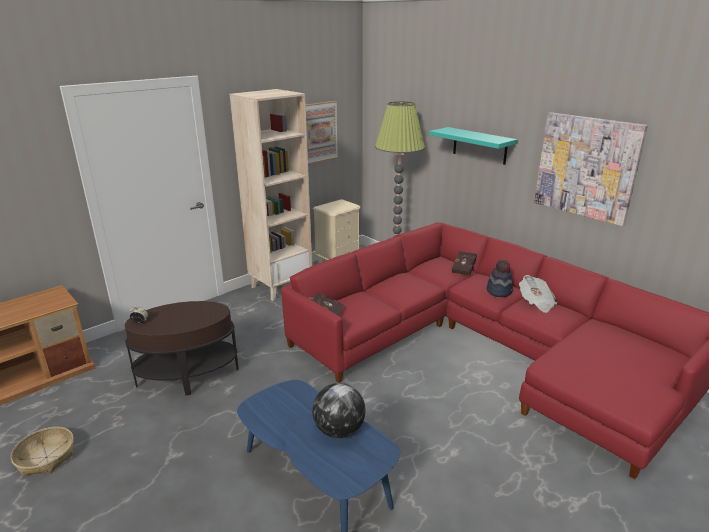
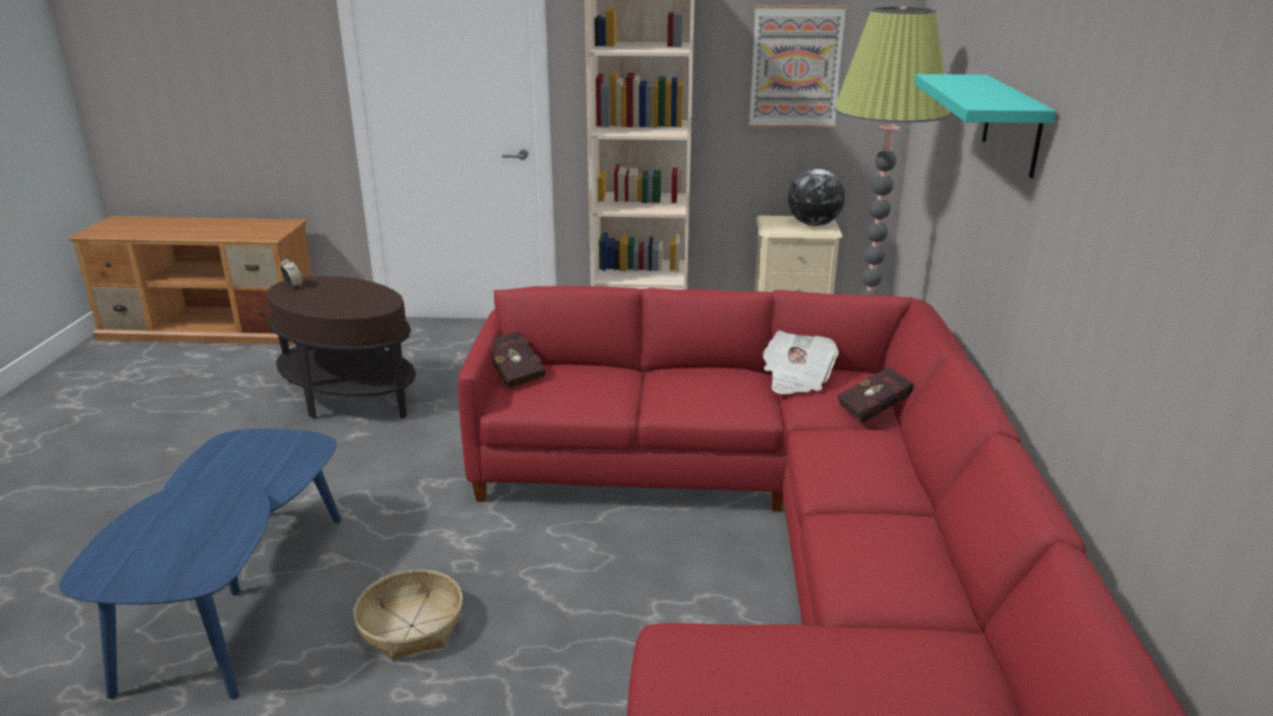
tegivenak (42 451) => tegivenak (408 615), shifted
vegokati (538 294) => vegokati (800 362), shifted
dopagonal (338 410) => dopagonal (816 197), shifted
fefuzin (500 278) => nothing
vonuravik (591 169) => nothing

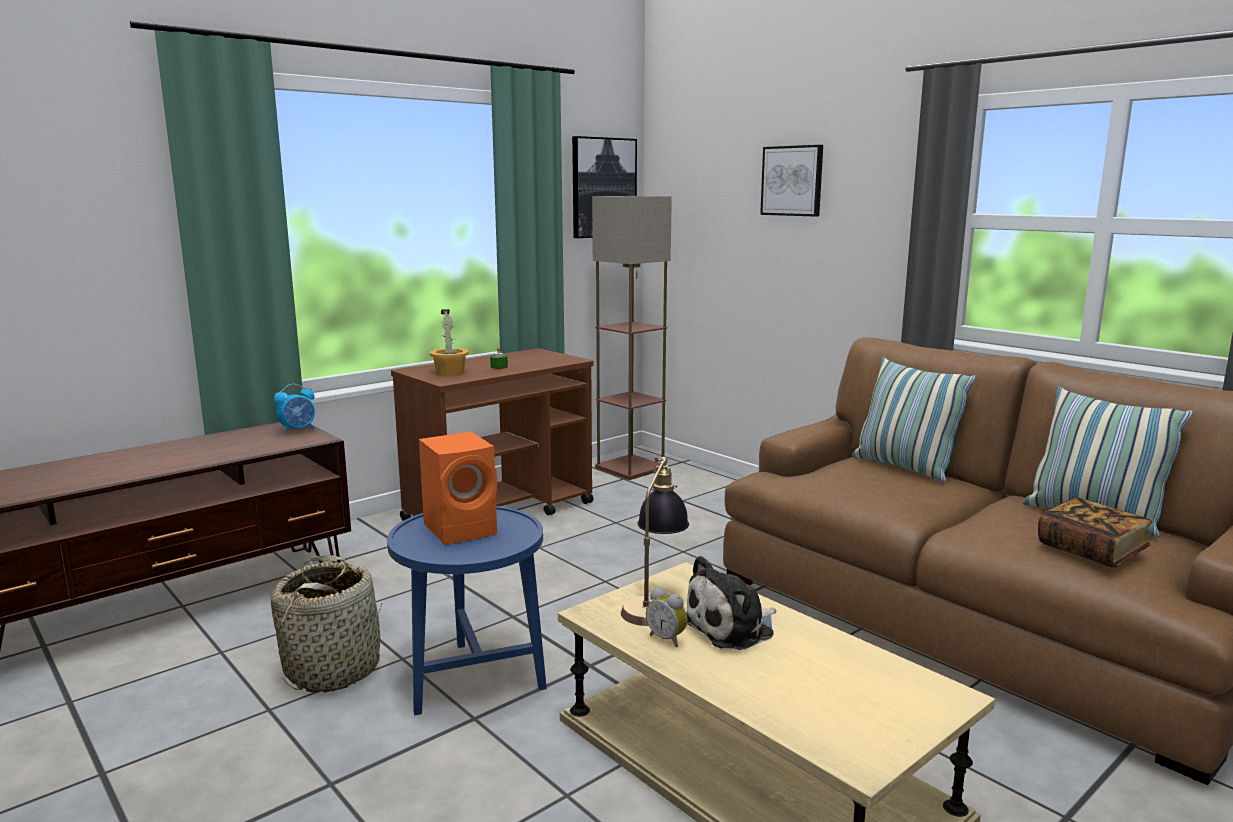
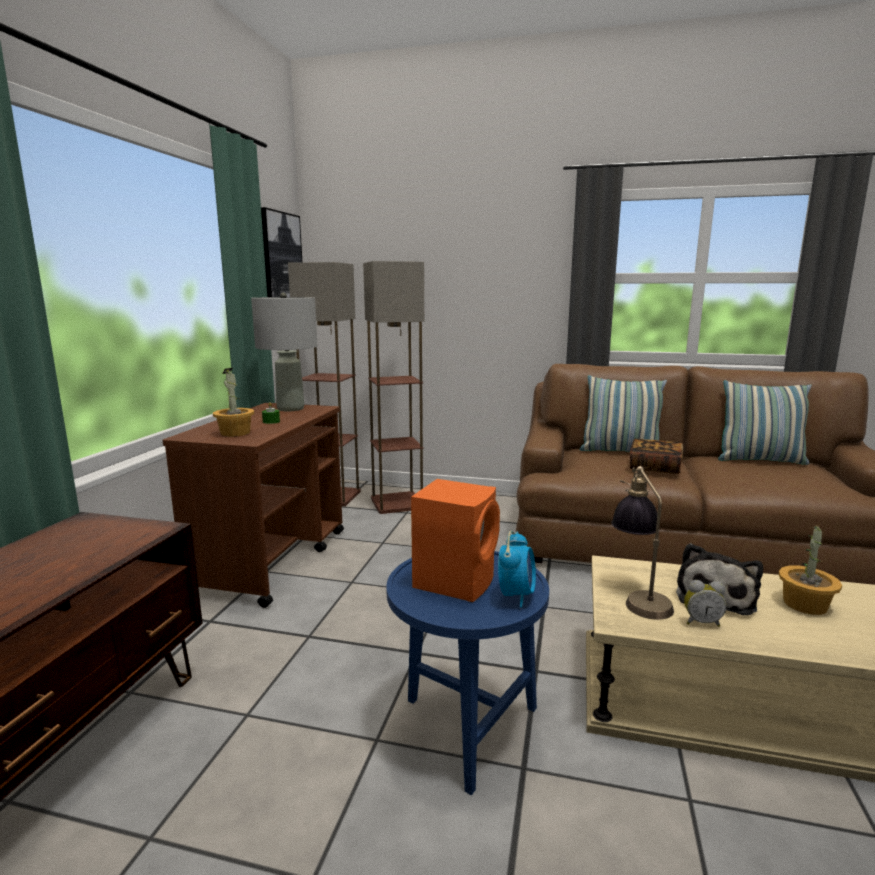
nothing => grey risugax (284 352)
nothing => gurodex (393 387)
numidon (294 409) => numidon (517 569), shifted
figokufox (1095 532) => figokufox (656 456), shifted
nothing => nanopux (810 570)
tegivenak (326 623) => nothing
vonuravik (791 181) => nothing

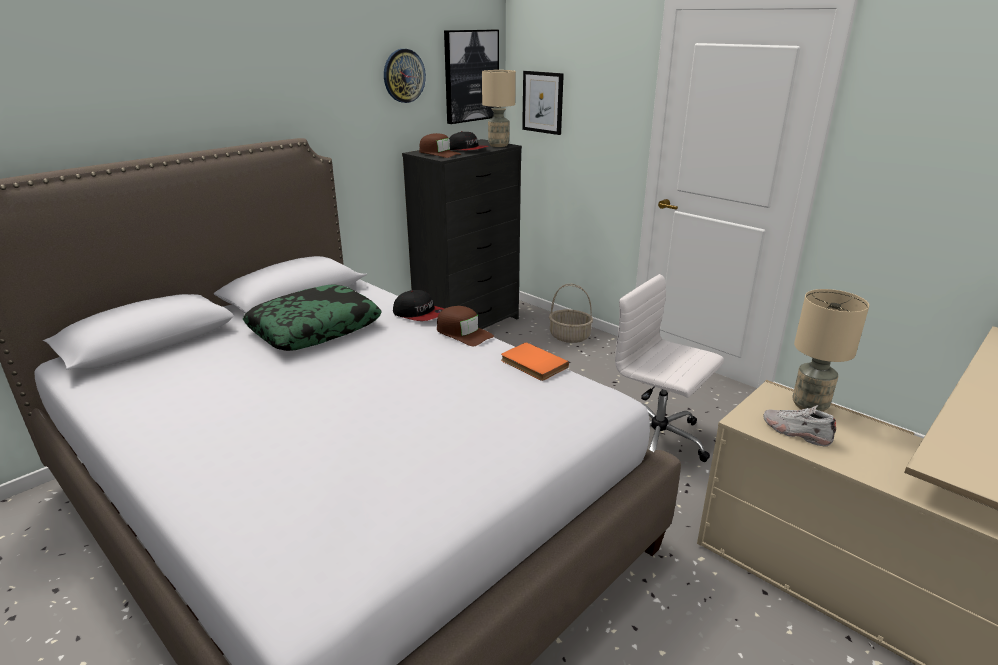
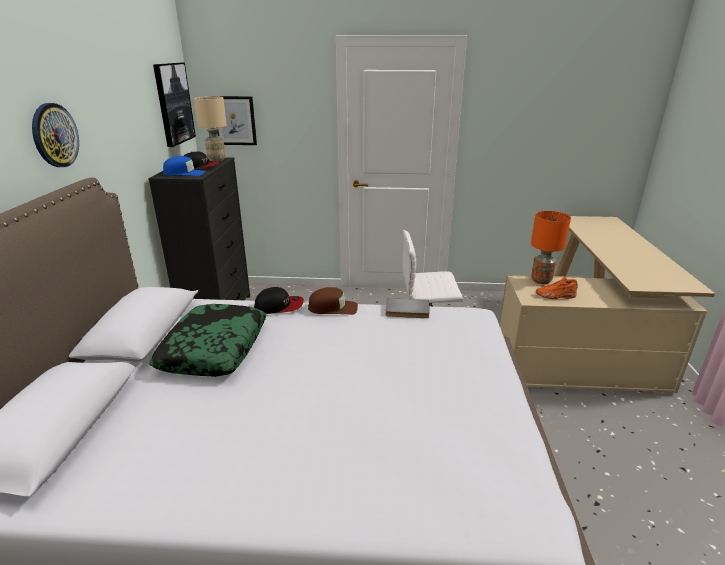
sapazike (405 76) => sapazike (55 135), shifted
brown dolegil (440 145) => blue dolegil (184 166)
orange figokufox (535 361) => grey figokufox (408 308)
beige risugax (830 350) => orange risugax (551 247)
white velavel (799 426) => orange velavel (557 287)
tegivenak (571 313) => nothing

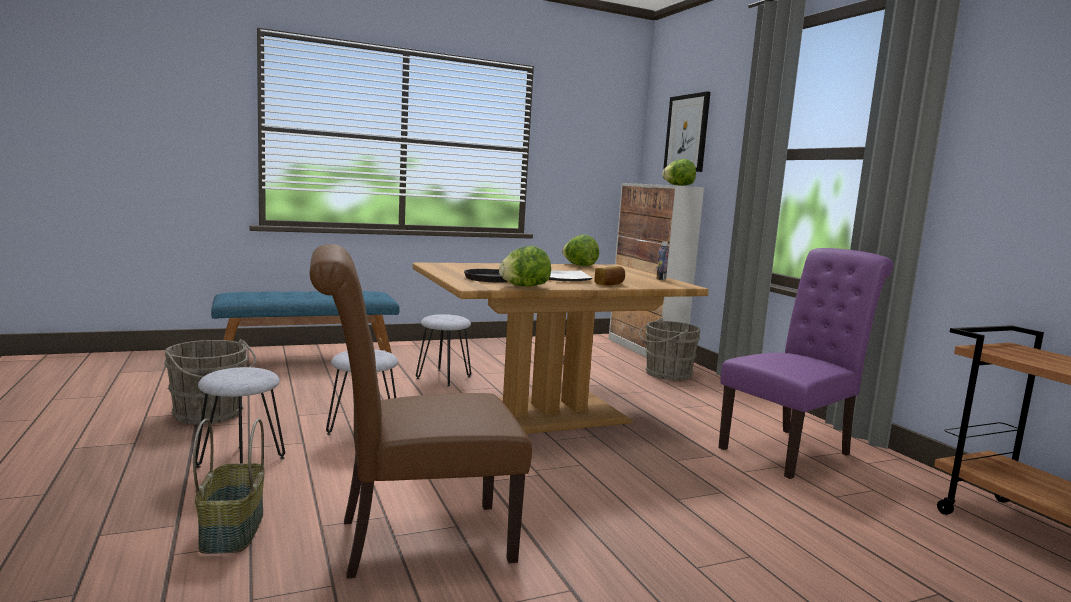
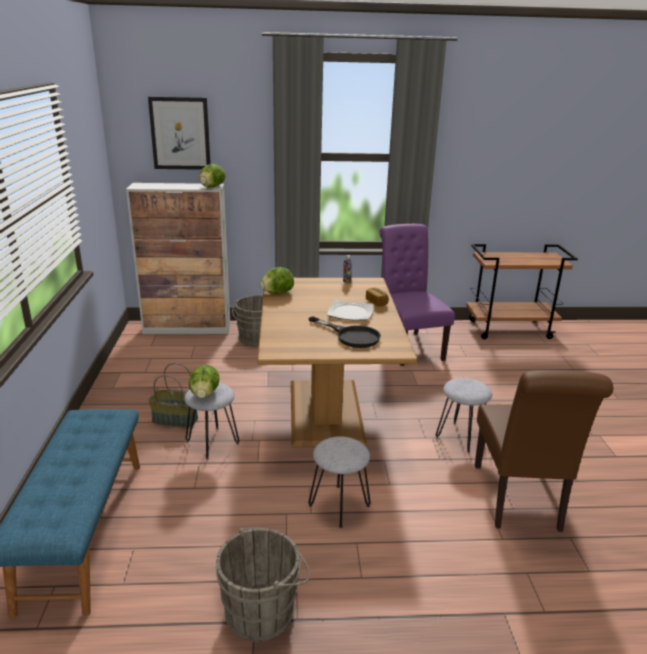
tegivenak (229 486) => tegivenak (173 395), shifted
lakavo (525 266) => lakavo (204 382), shifted
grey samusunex (240 417) => grey samusunex (464 415), shifted

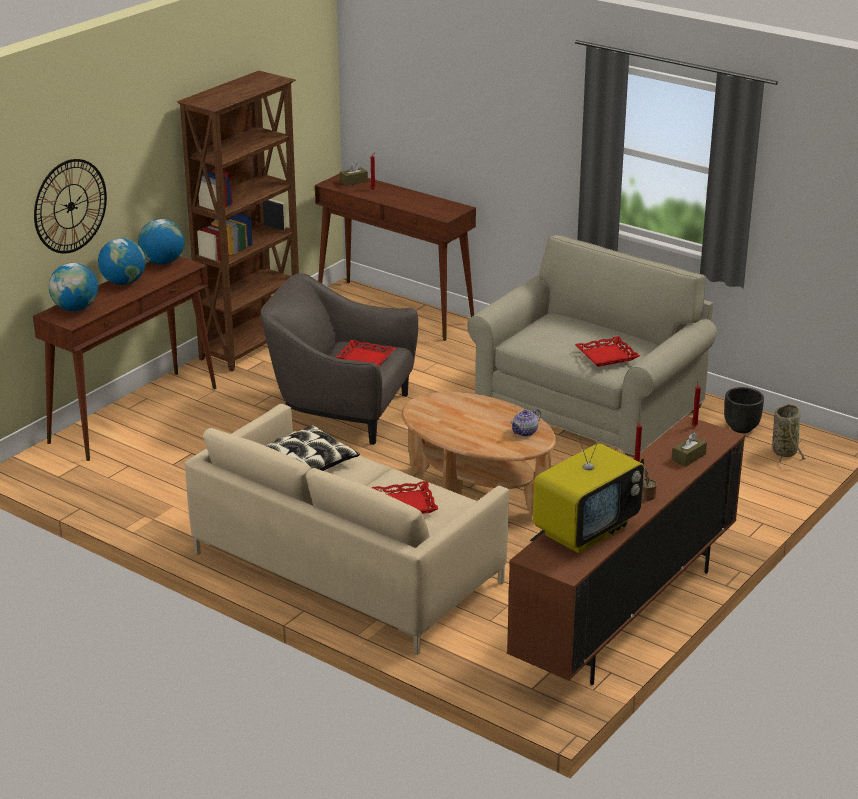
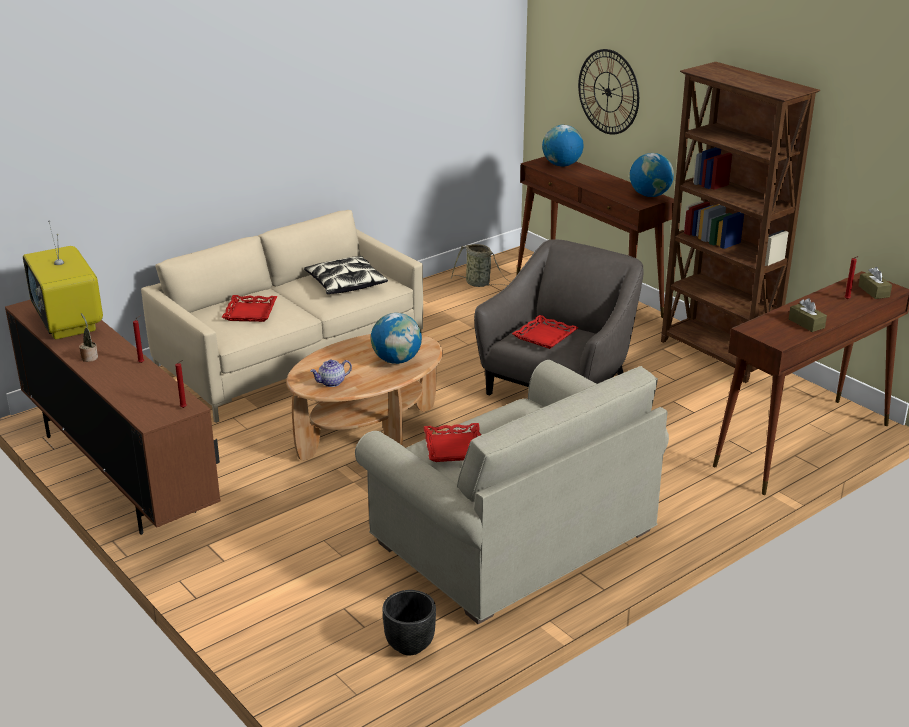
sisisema (525 422) => sisisema (331 373), 90 degrees counterclockwise
dopagonal (122 261) => dopagonal (396 338), shifted
tegivenak (789 434) => tegivenak (480 265), shifted
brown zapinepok (689 449) => brown zapinepok (808 315), shifted

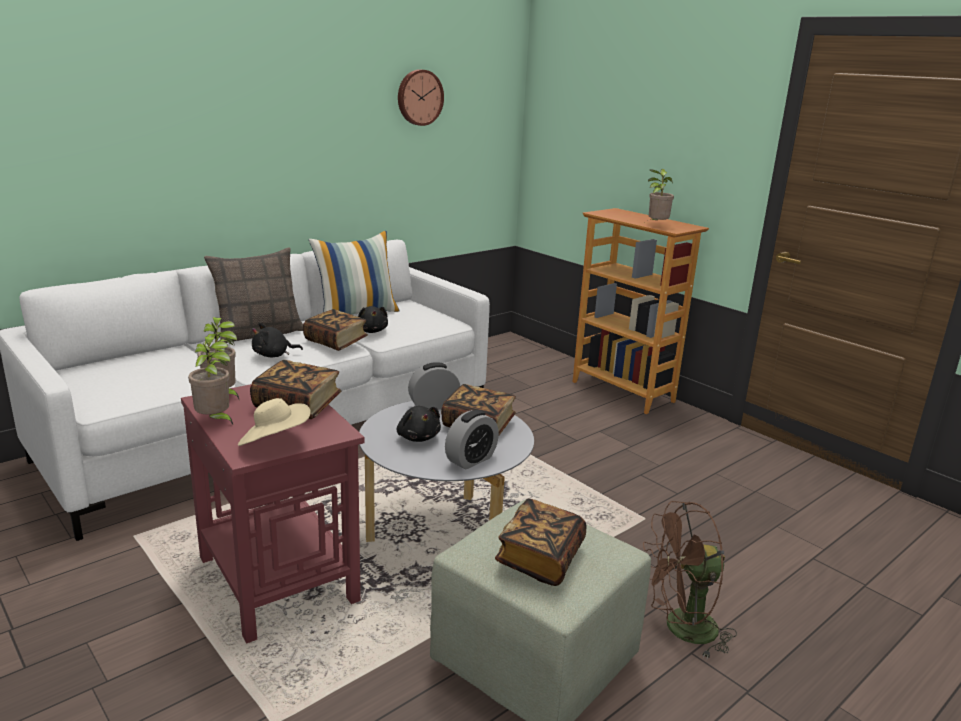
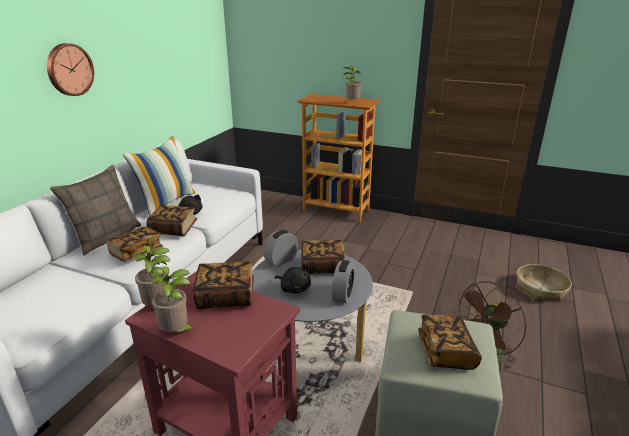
sapazike (421 97) => sapazike (70 69), shifted
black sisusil (277 340) => figokufox (134 244)
nothing => tegivenak (544 283)
beige fefuzin (274 422) => nothing

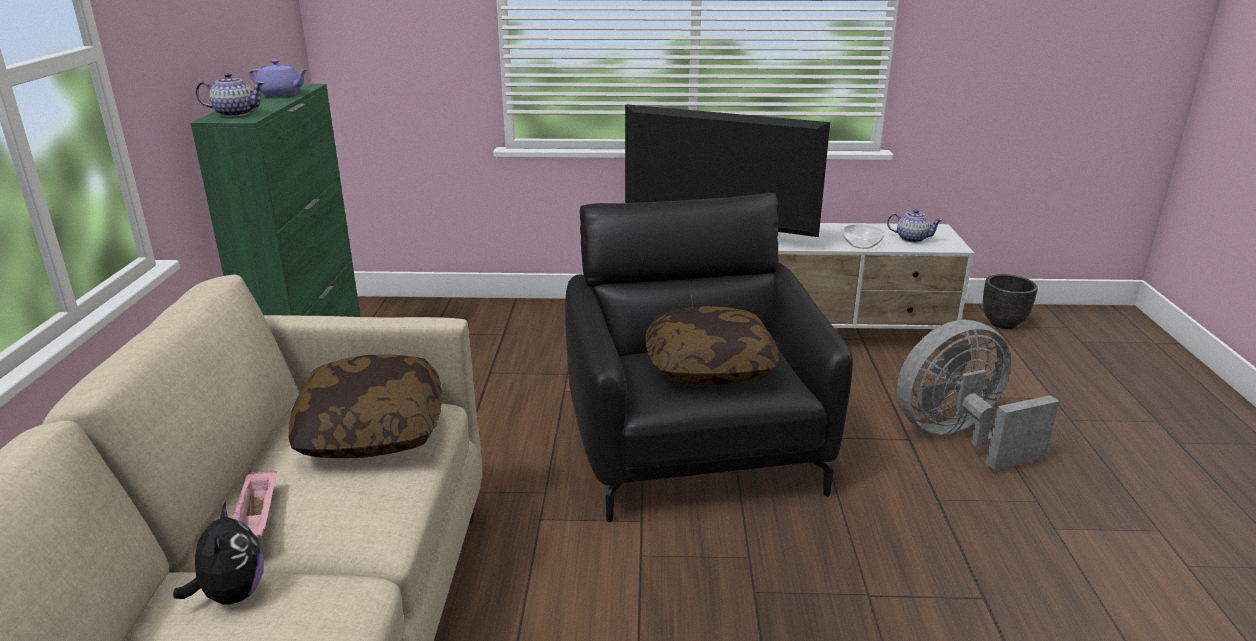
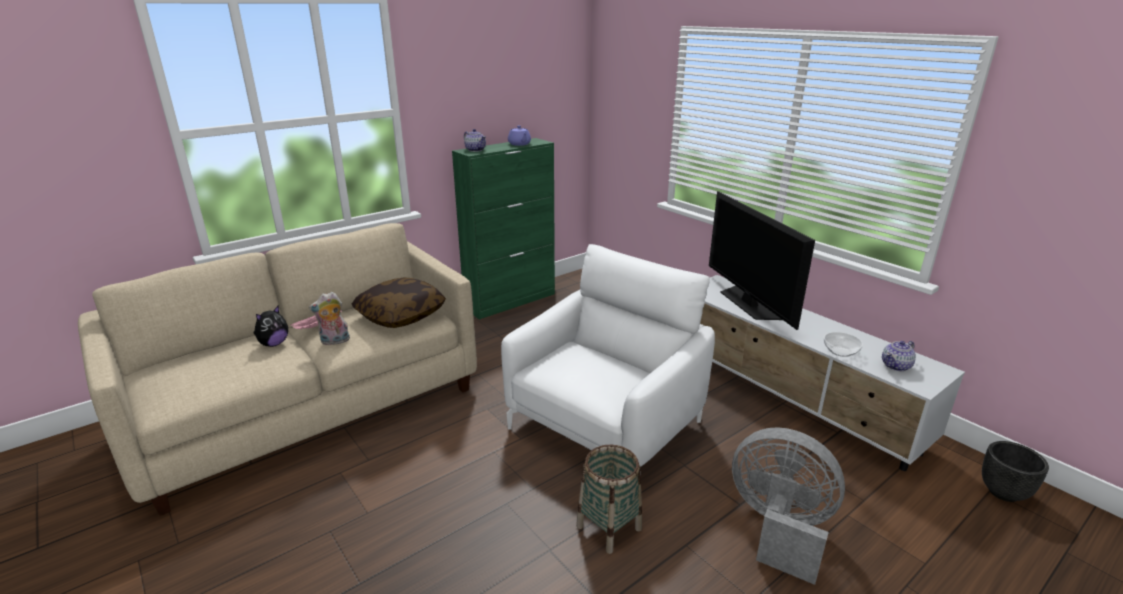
nothing => sisusil (329 318)
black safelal (709 357) => white safelal (608 355)
nothing => tegivenak (609 499)
sisisema (915 226) => sisisema (899 356), 75 degrees clockwise
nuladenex (712 345) => nothing

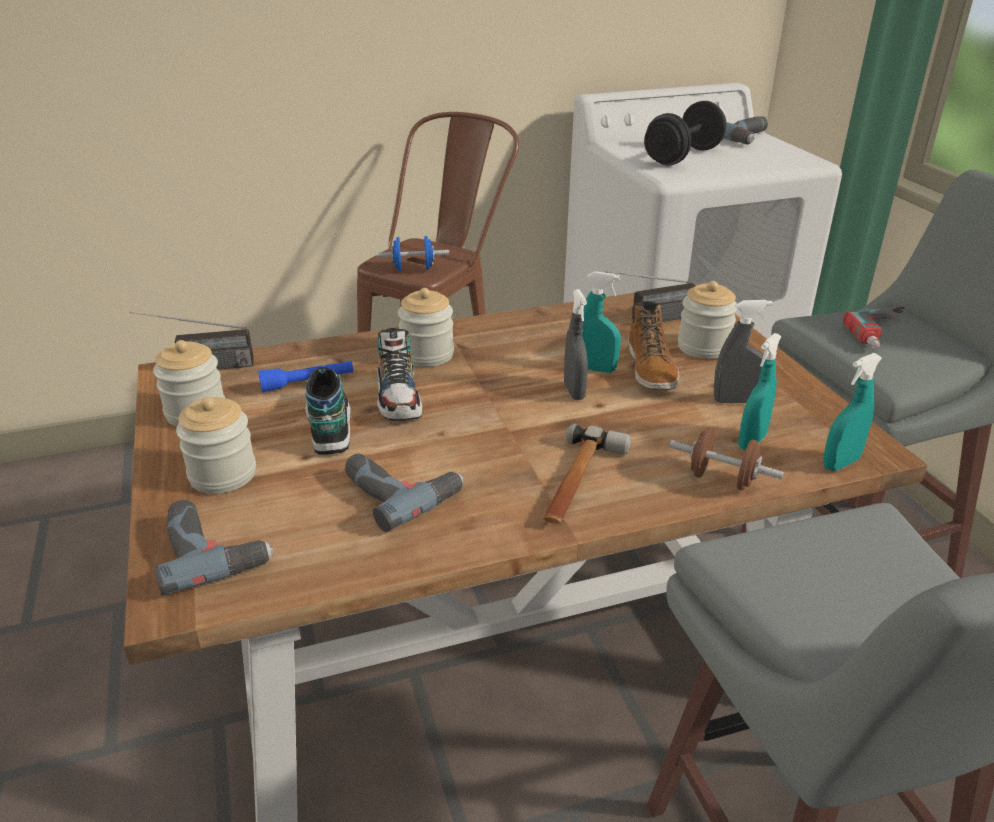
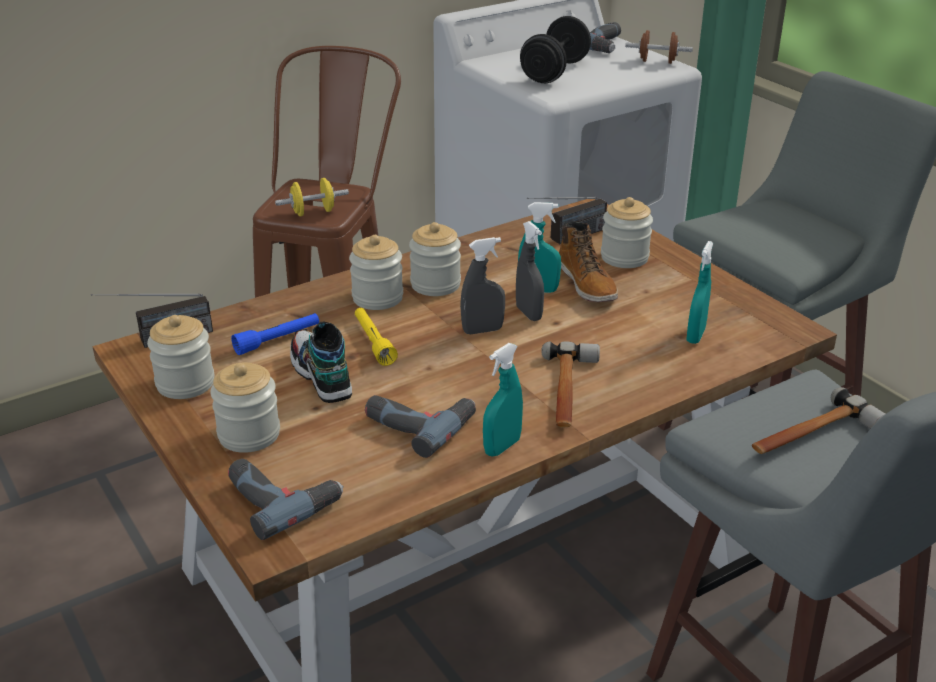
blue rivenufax (412 253) => yellow rivenufax (312 197)
velavel (399 374) => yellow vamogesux (376 337)
nothing => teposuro (435 259)
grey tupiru (743 351) => grey tupiru (482 285), shifted
turquoise tupiru (852 412) => turquoise tupiru (503 400), shifted
brown rivenufax (727 459) => brown rivenufax (659 47), shifted
nothing => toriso (818 420)
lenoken (874 327) => nothing

